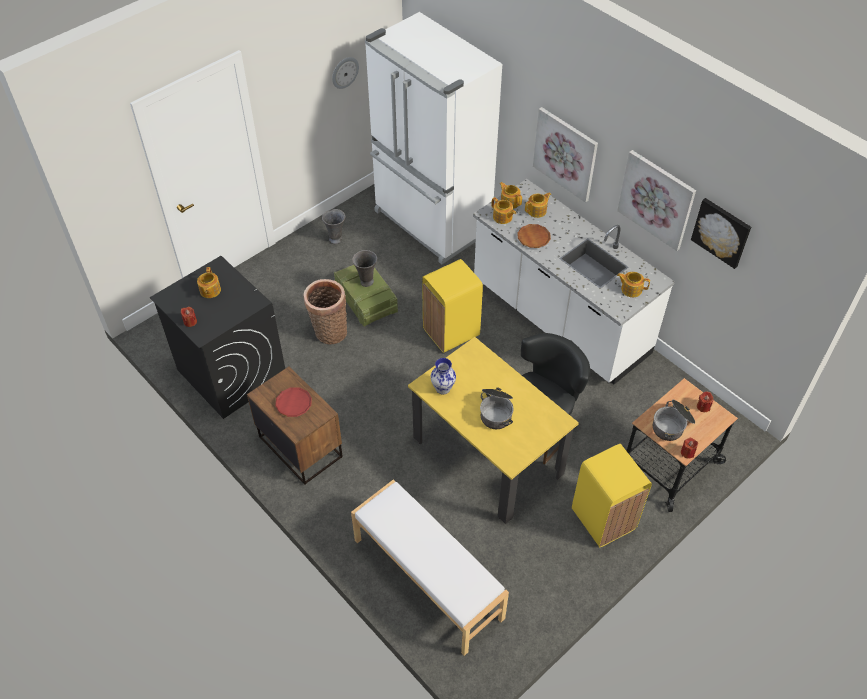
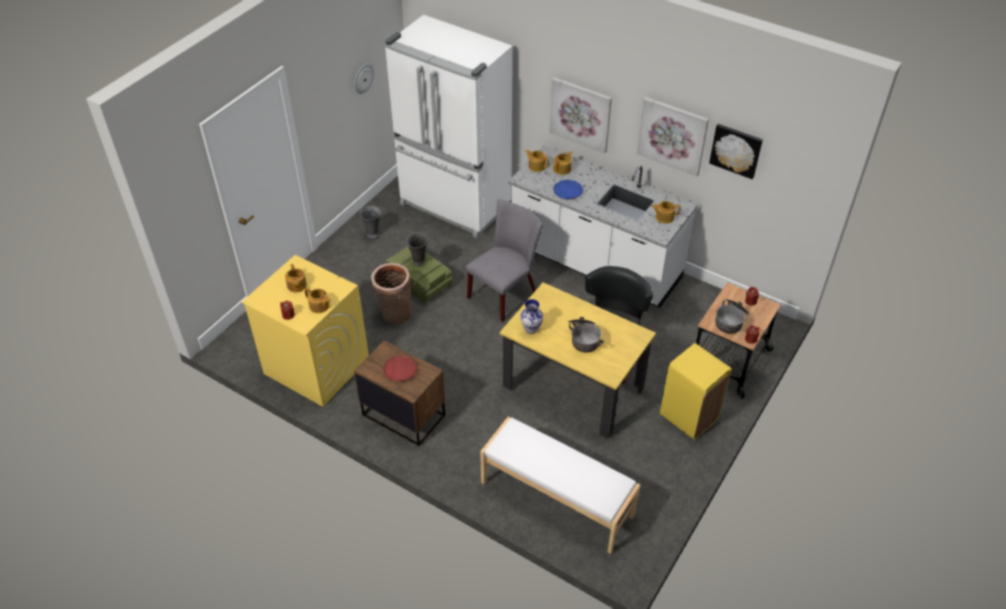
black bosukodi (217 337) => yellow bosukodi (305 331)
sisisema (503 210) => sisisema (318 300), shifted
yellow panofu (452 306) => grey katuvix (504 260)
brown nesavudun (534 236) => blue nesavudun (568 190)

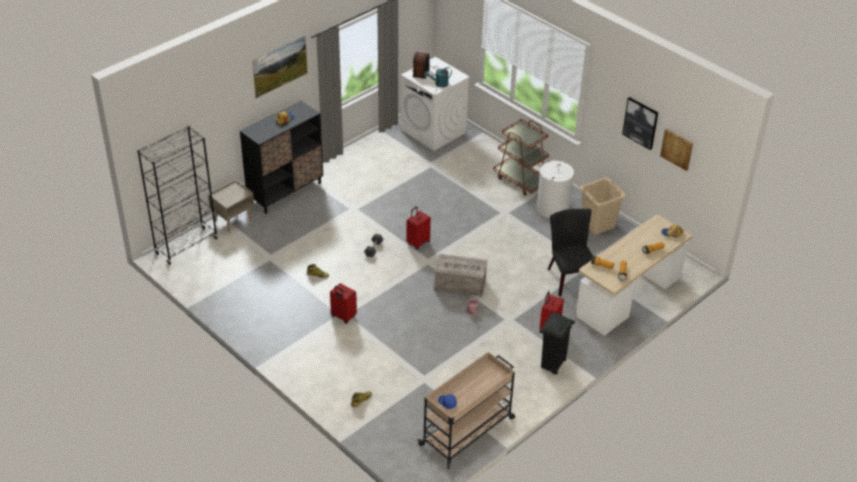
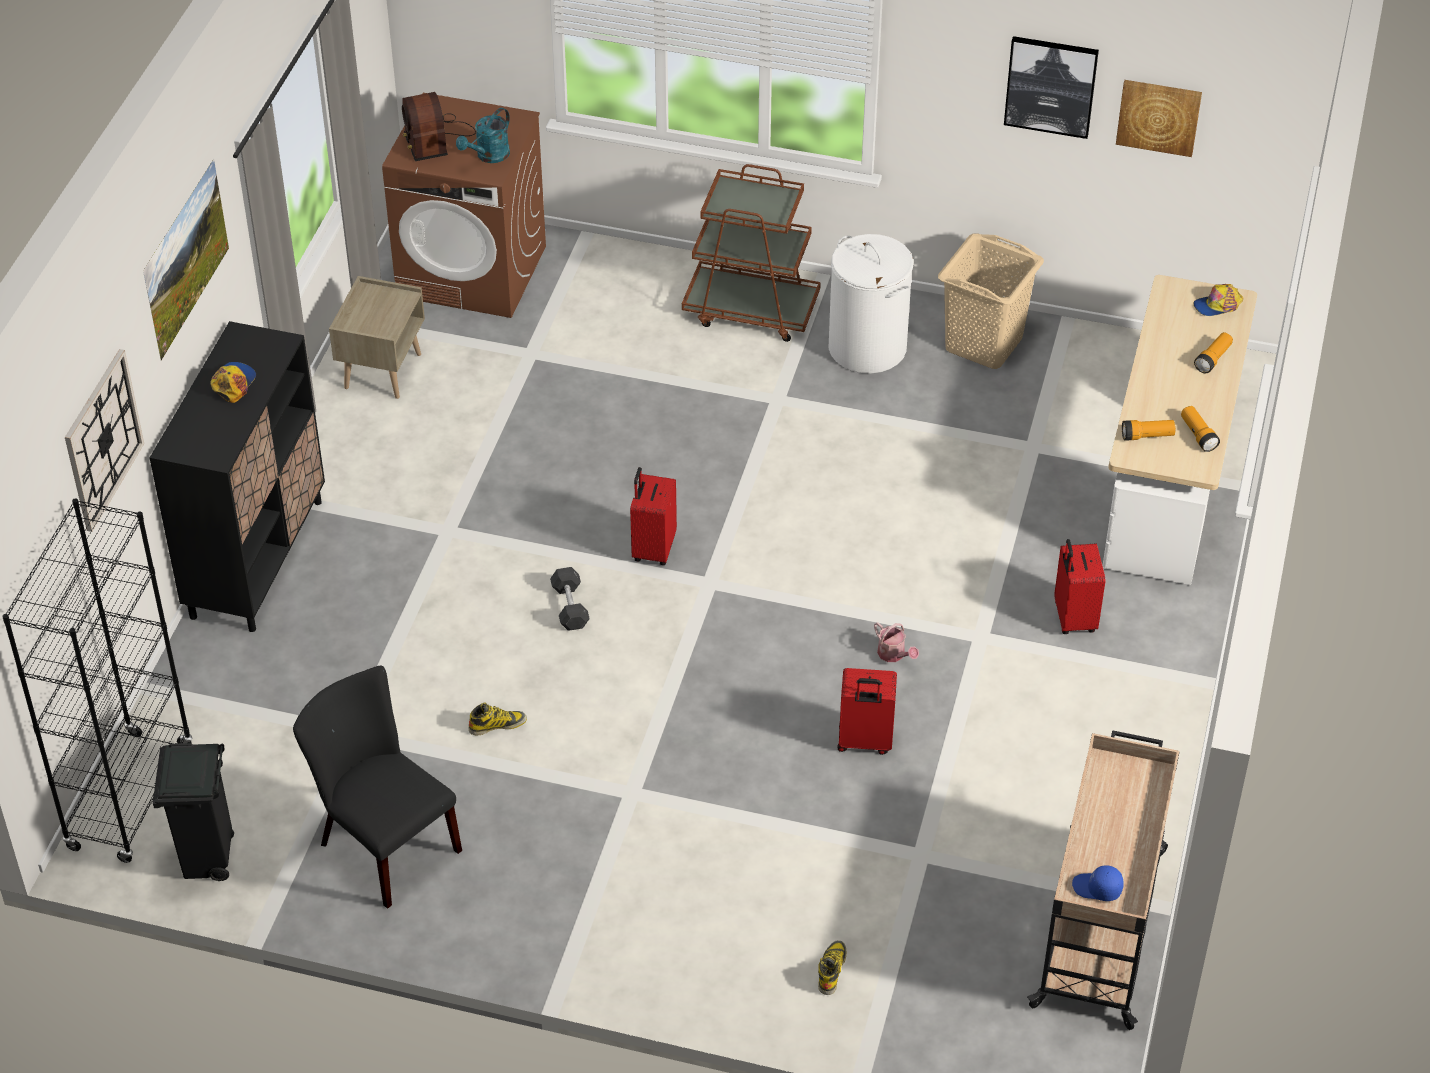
nothing => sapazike (104 440)
black panofu (557 343) => black panofu (193 812), shifted
black katuvix (570 252) => black katuvix (377 787), shifted
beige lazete (231 206) => beige lazete (377 337), shifted
white bosukodi (435 104) => brown bosukodi (464 205)
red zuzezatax (343 303) => red zuzezatax (867 711), shifted
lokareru (460 275) => nothing

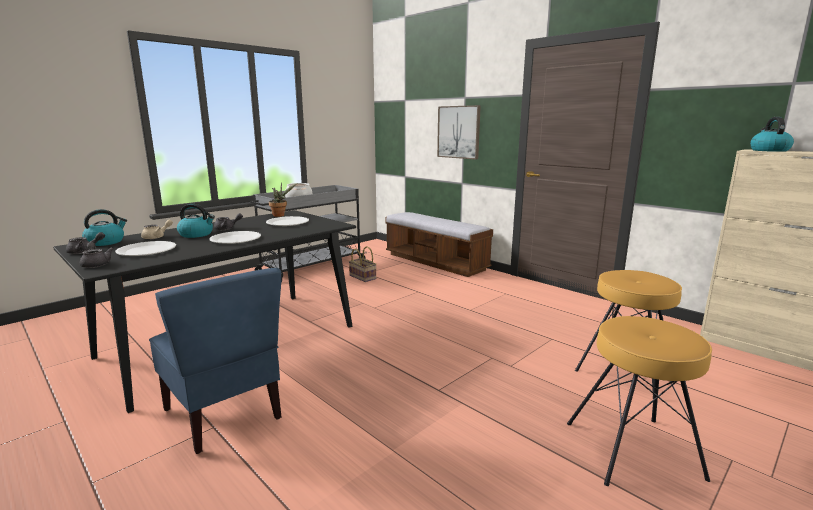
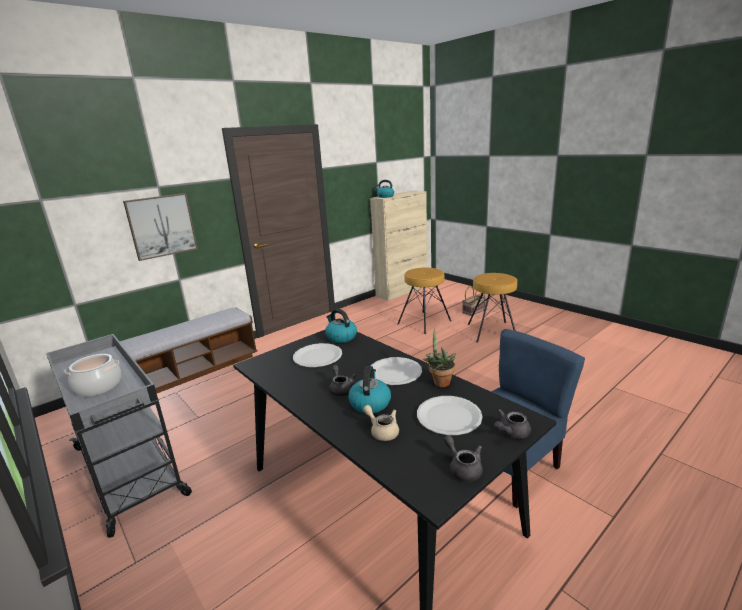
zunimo (104 227) => zunimo (341 326), shifted
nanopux (283 200) => nanopux (439 358), shifted
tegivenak (362 264) => tegivenak (474 301), shifted

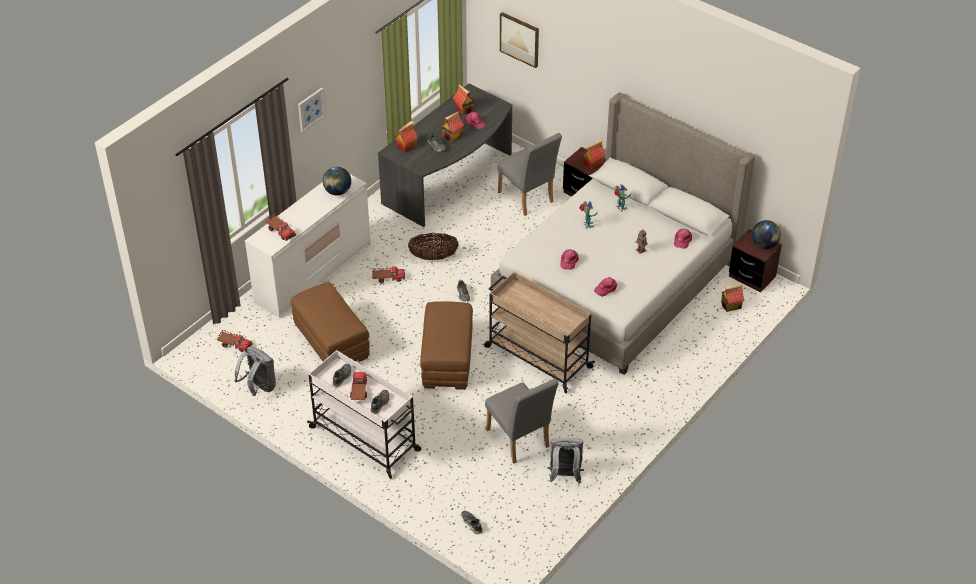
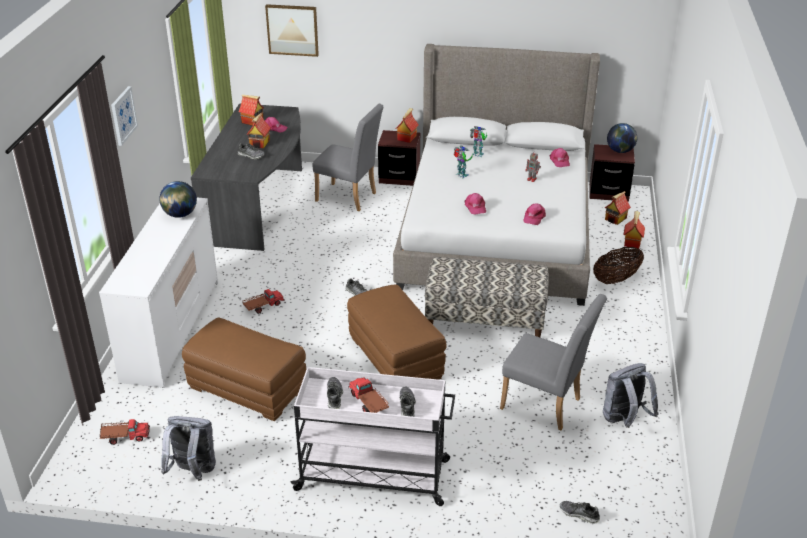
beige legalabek (539 332) => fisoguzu (487 297)
tegivenak (433 246) => tegivenak (618 265), shifted
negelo (406 137) => negelo (634 230), shifted
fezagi (280 227) => nothing

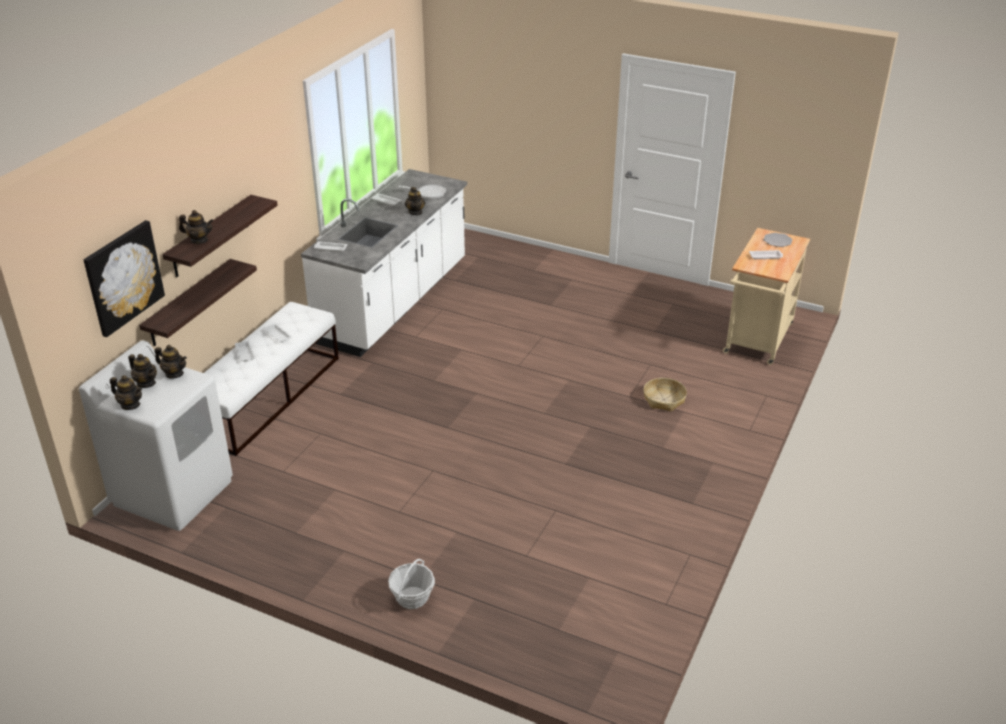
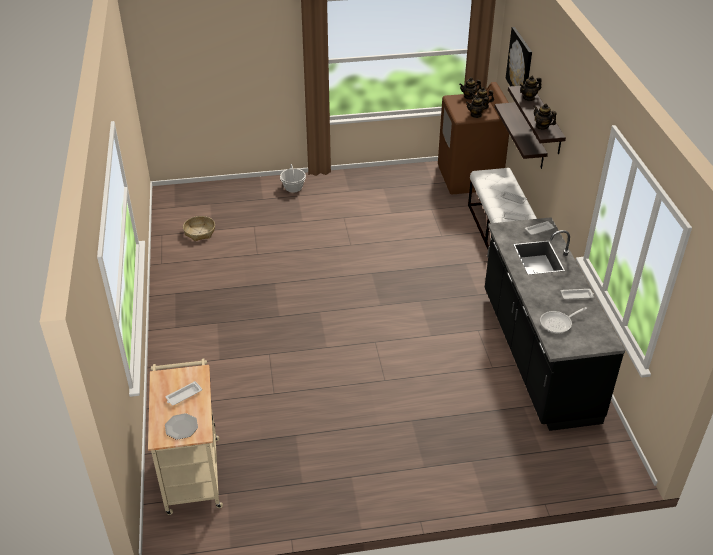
tegivenak (665 395) => tegivenak (199 228), shifted
white bosukodi (156 435) => brown bosukodi (473 138)
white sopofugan (384 263) => black sopofugan (555 324)
sisisema (415 201) => sisisema (545 116), shifted

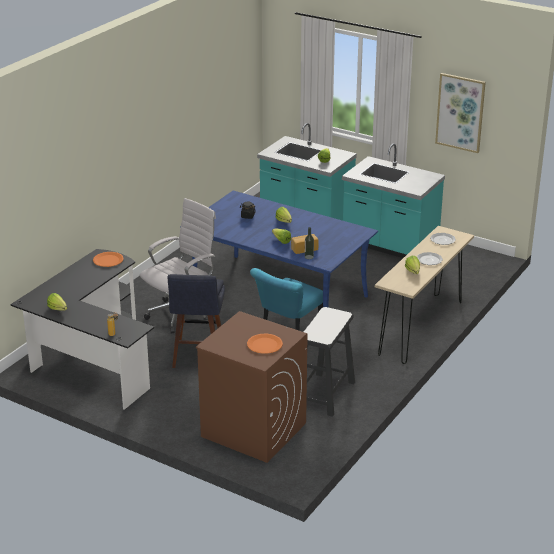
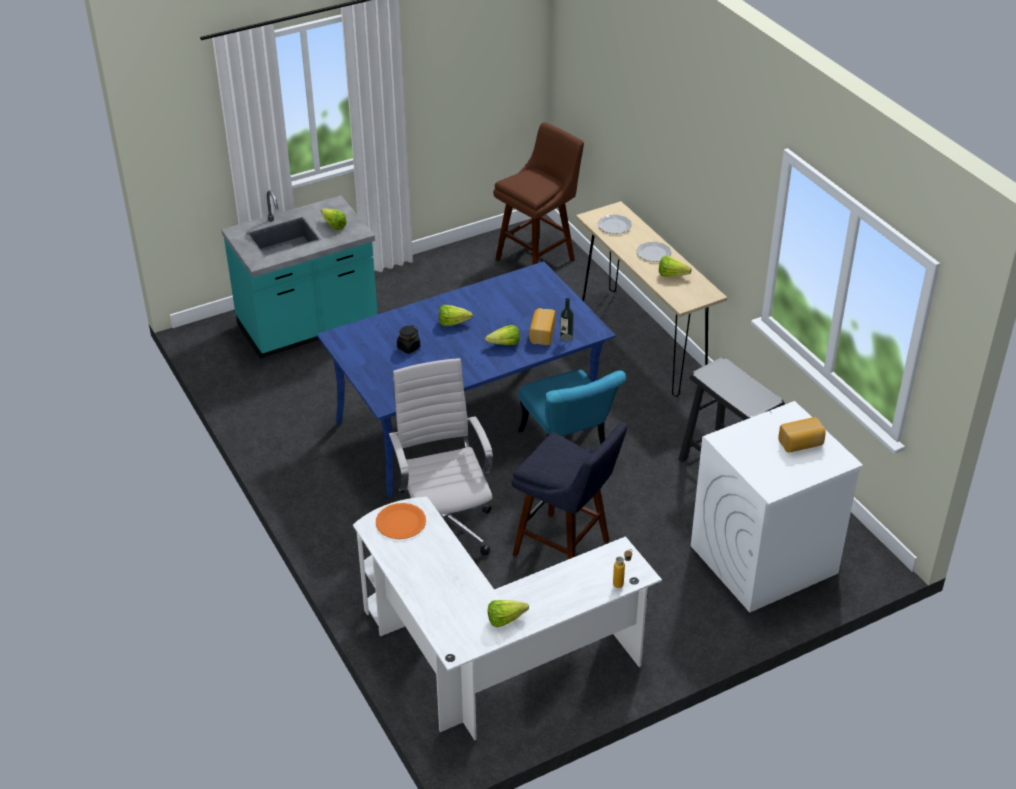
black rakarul (82 329) => white rakarul (507 618)
nothing => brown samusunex (538 193)
brown bosukodi (252 387) => white bosukodi (777 507)
orange nesavudun (265 344) => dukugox (802 434)
turquoise sopofugan (393 200) => nothing
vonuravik (460 113) => nothing

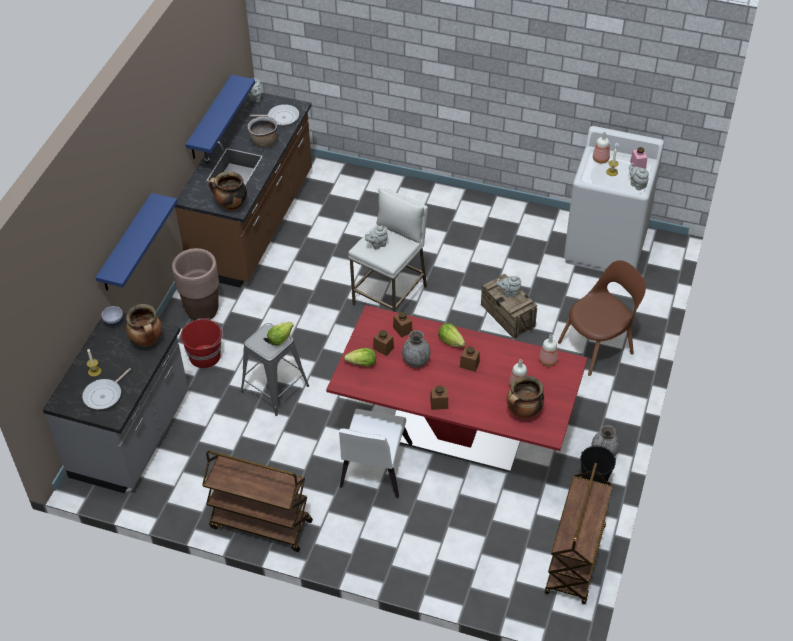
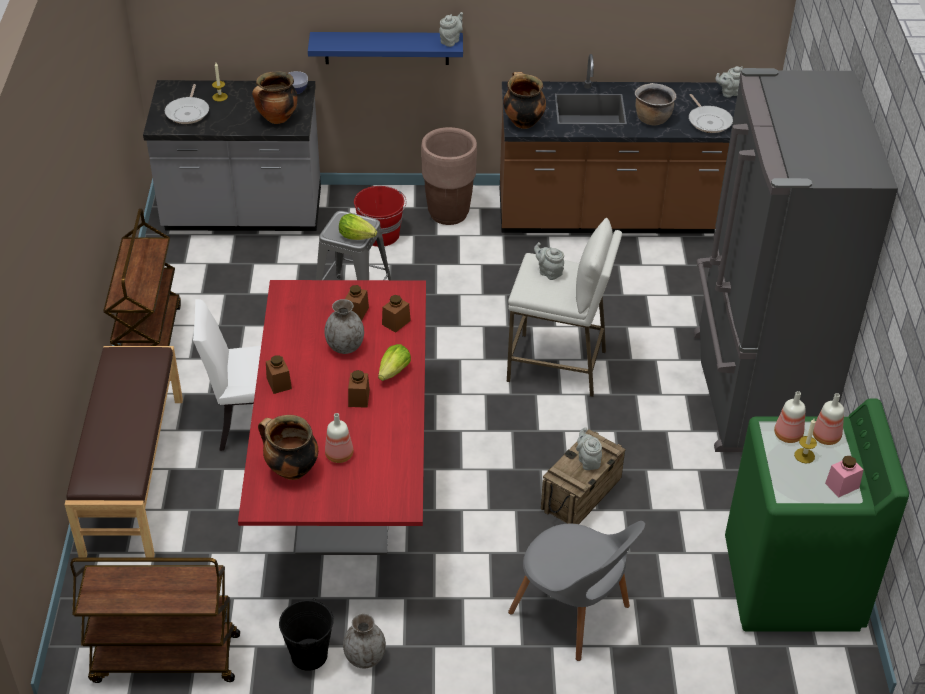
nothing => brown fisoguzu (124 452)
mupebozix (106 389) => mupebozix (187 104), 105 degrees counterclockwise
grey sisisema (639 176) => grey sisisema (451 29), shifted
brown katuvix (602 318) => grey katuvix (576 591)
nothing => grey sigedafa (796 260)
white bosukodi (614 199) => green bosukodi (817 515)
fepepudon (548 350) => fepepudon (790 417), shifted
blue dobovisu (220 117) => nothing
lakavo (360 357) => nothing

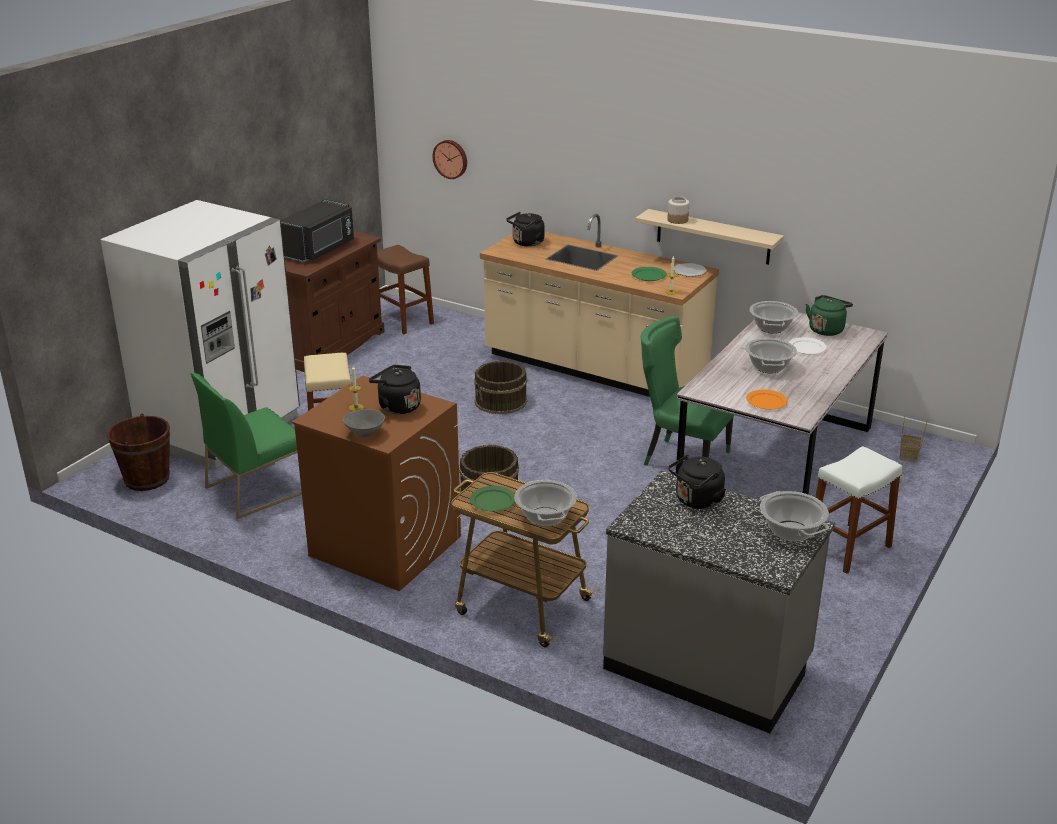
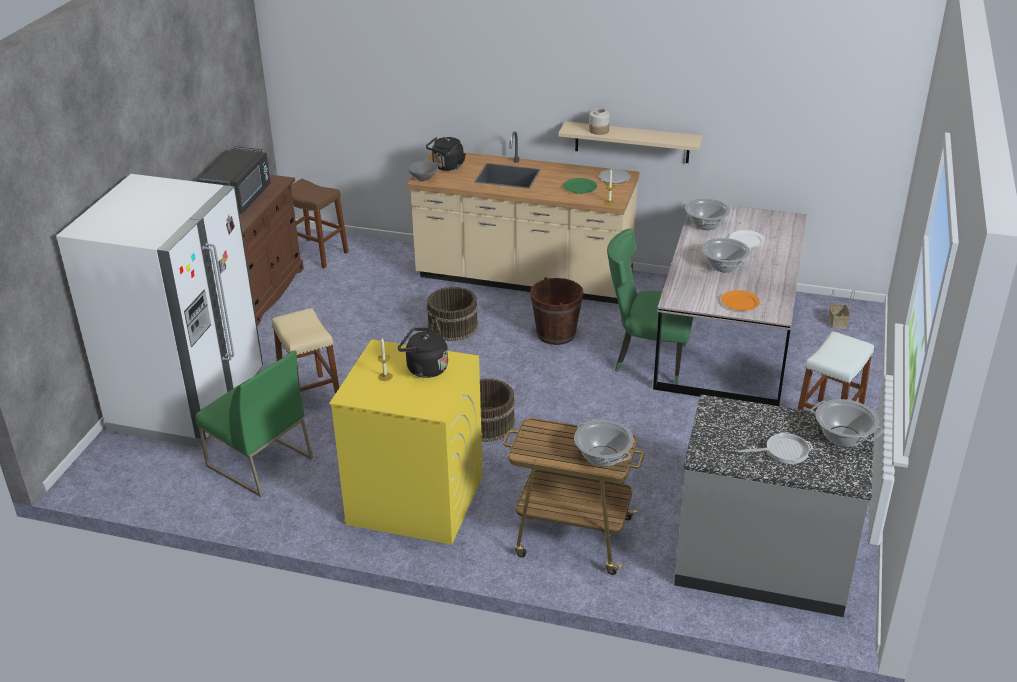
green katuvix (246 445) => green katuvix (254 423), 90 degrees counterclockwise
brown bosukodi (376 483) => yellow bosukodi (406 442)
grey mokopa (364 423) => grey mokopa (423 171), shifted
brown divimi (138 452) => brown divimi (557 311), shifted
nothing => mupebozix (775 448)
sapazike (450 159) => nothing
green nesavudun (492 498) => nothing
black zunimo (697 482) => nothing
green zunimo (829 315) => nothing

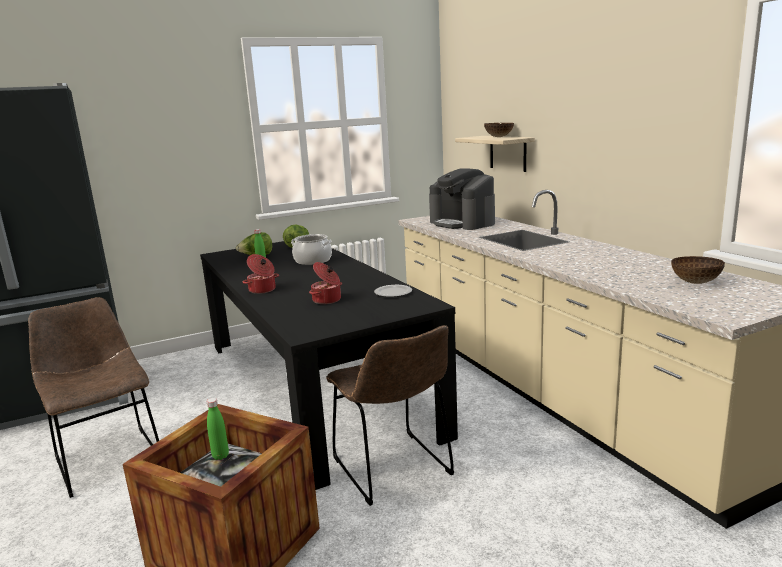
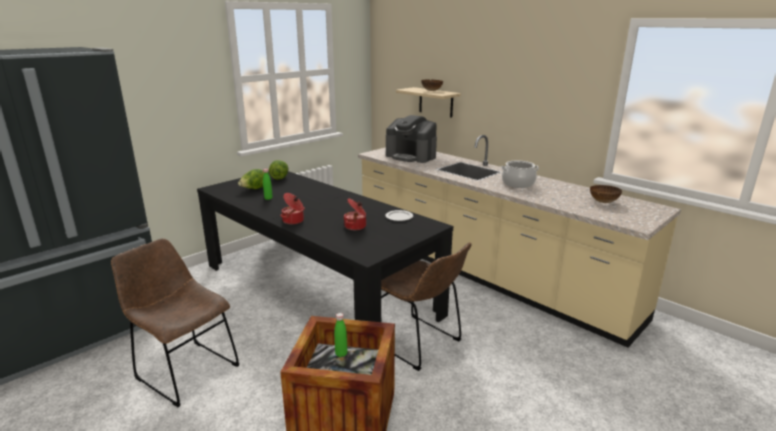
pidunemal (311 249) => pidunemal (520 174), shifted

